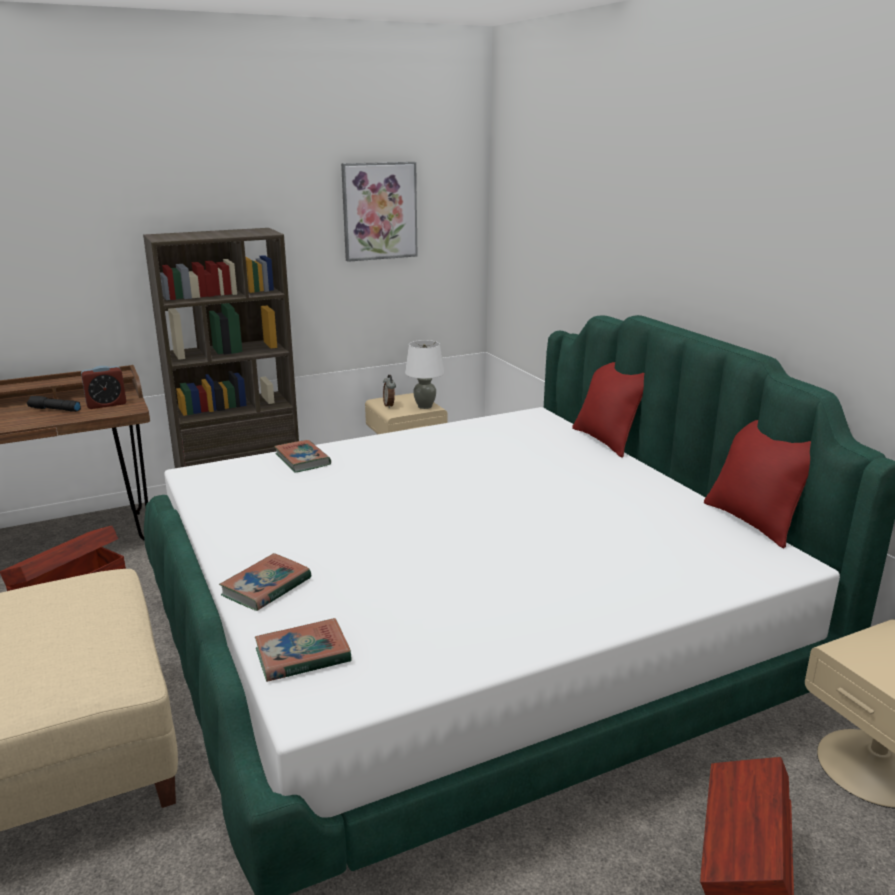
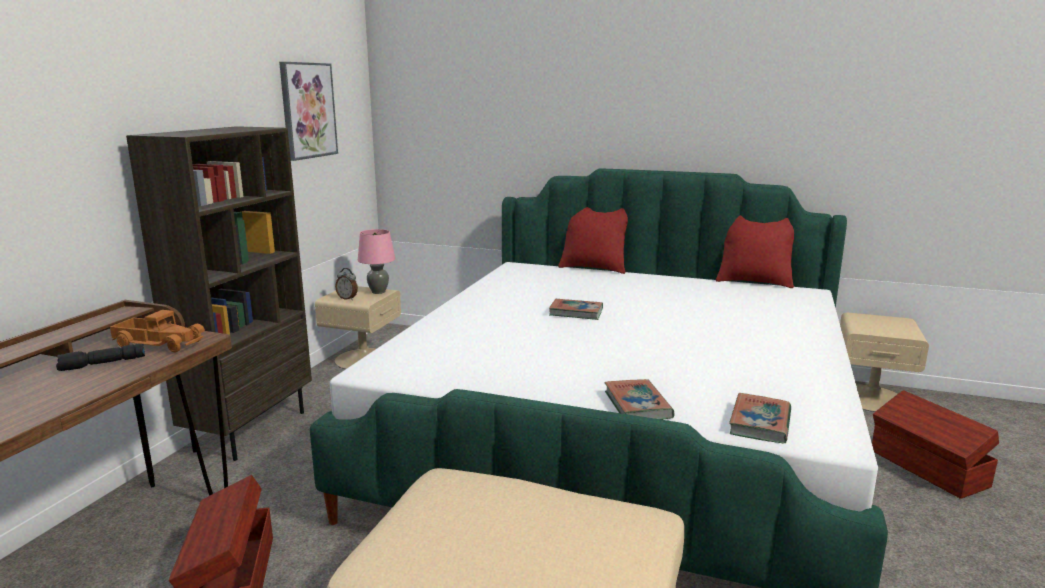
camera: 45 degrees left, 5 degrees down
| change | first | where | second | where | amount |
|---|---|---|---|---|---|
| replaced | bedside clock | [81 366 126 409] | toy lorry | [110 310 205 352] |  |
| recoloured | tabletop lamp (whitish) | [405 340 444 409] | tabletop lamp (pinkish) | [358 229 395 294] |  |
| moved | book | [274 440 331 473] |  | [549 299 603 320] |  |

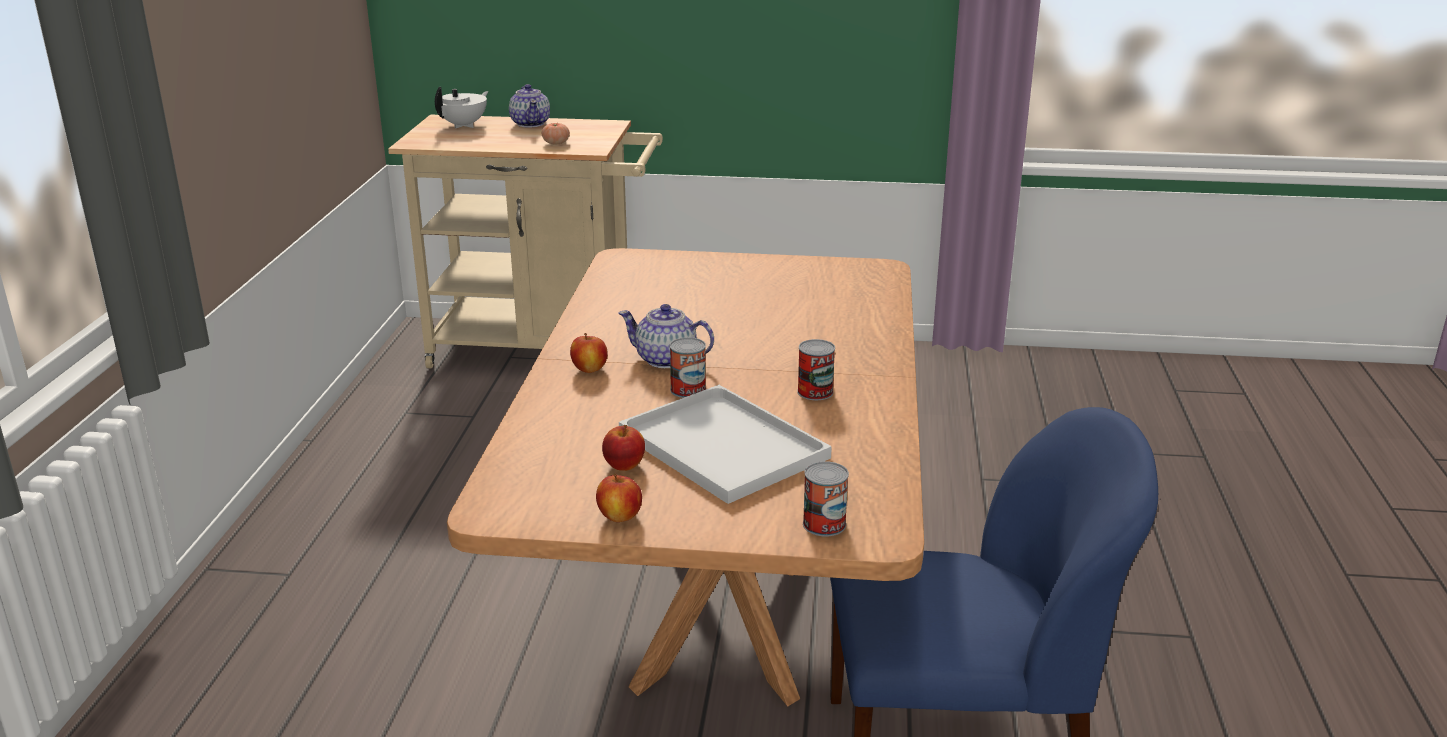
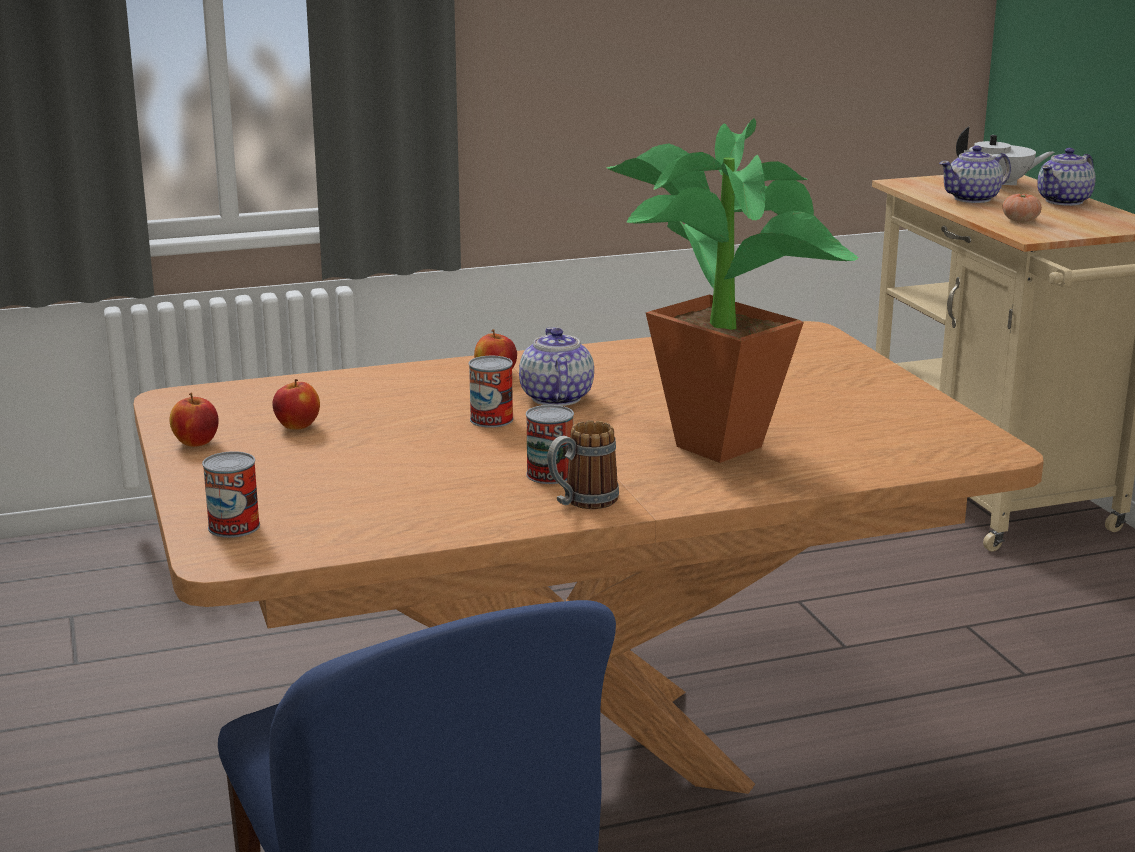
camera: 65 degrees right, 5 degrees down
| change | first | where | second | where | amount |
|---|---|---|---|---|---|
| added |  |  | coffee mug | [547 420 619 509] |  |
| added |  |  | houseplant | [606 118 858 463] |  |
| added |  |  | tea pot | [939 146 1011 203] |  |
| removed | carrying tray (whitish) | [619 385 832 504] |  |  |  |

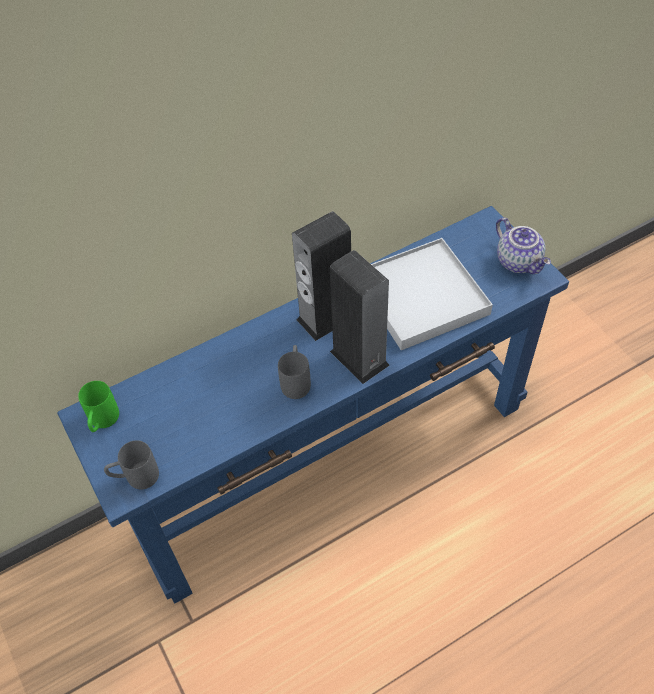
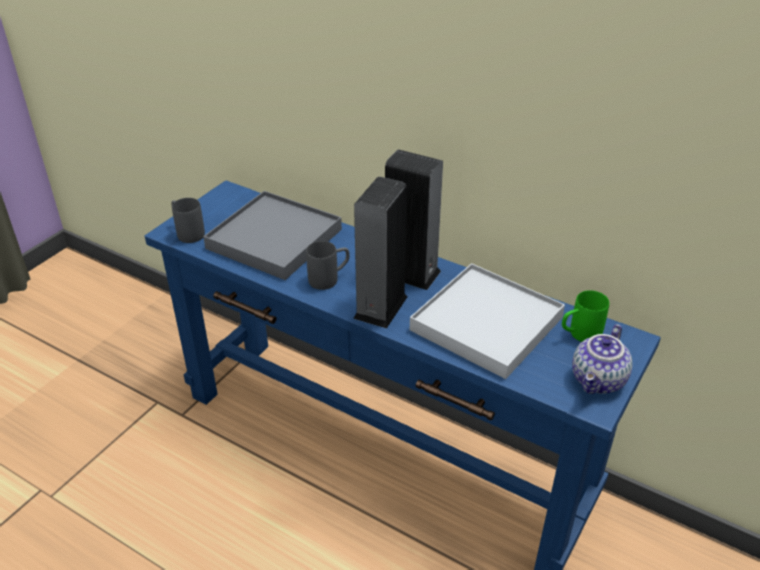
camera: 60 degrees right, 15 degrees down
| change | first | where | second | where | amount |
|---|---|---|---|---|---|
| added |  |  | carrying tray (grey) | [203 191 342 280] |  |
| moved | coffee mug (green) | [78 381 119 432] |  | [562 290 609 342] |  |

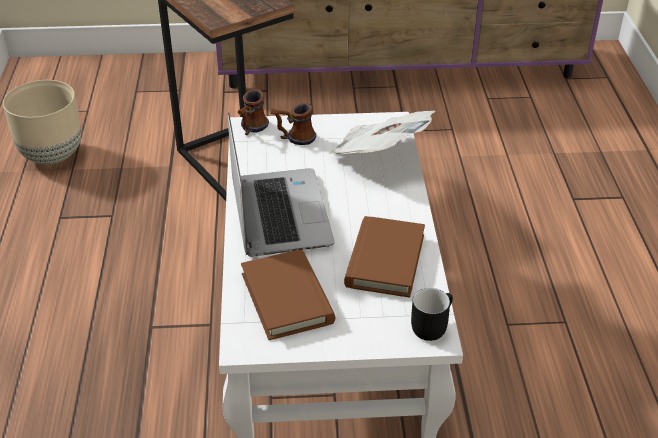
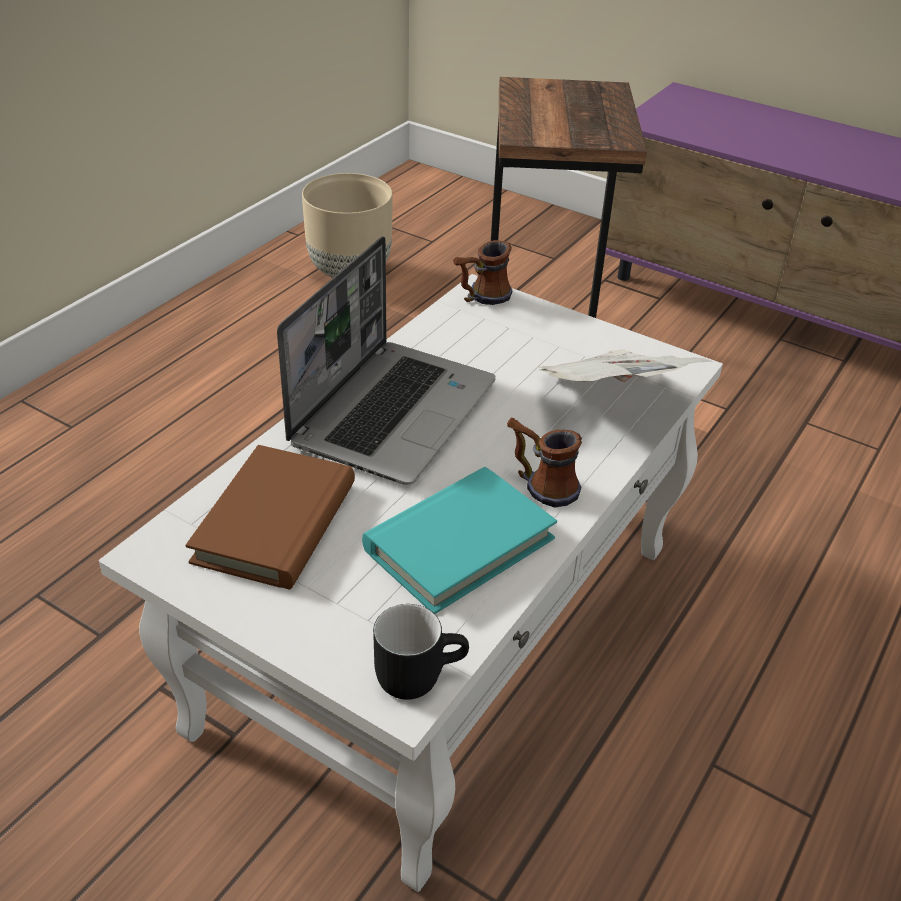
camera: 35 degrees right, 0 degrees up
| change | first | where | second | where | amount |
|---|---|---|---|---|---|
| recoloured | book (brownish) | [344 216 425 298] | book (turquoise-coloured) | [362 467 557 614] |  |
| moved | coffee mug | [271 103 316 145] |  | [507 418 582 508] |  |

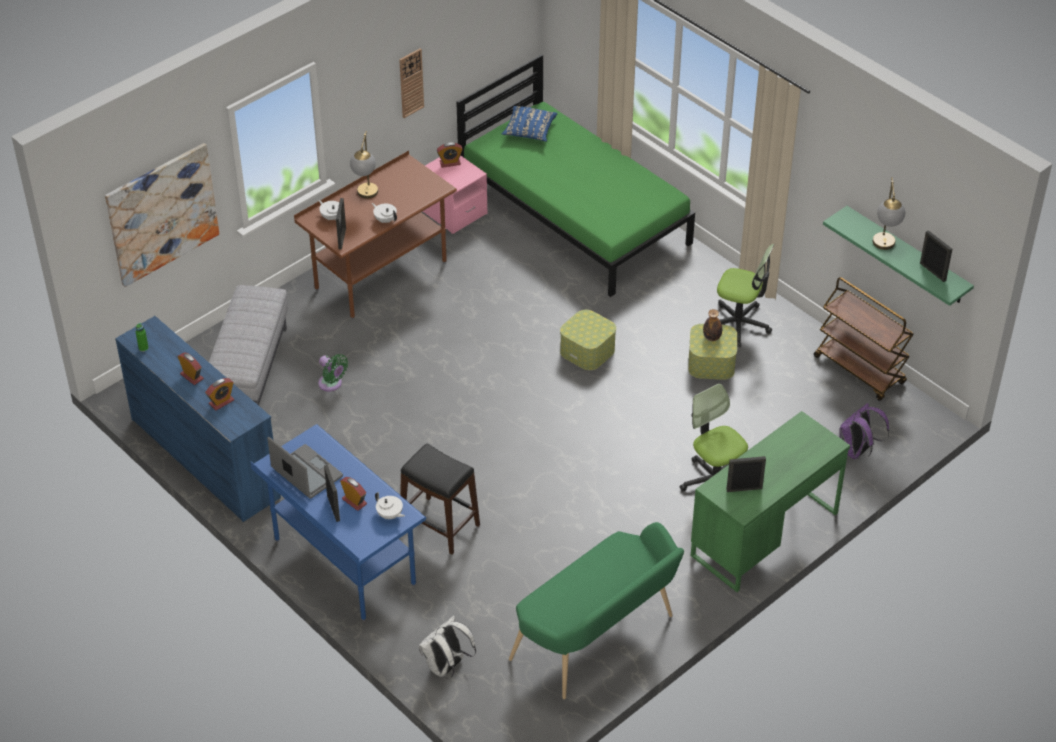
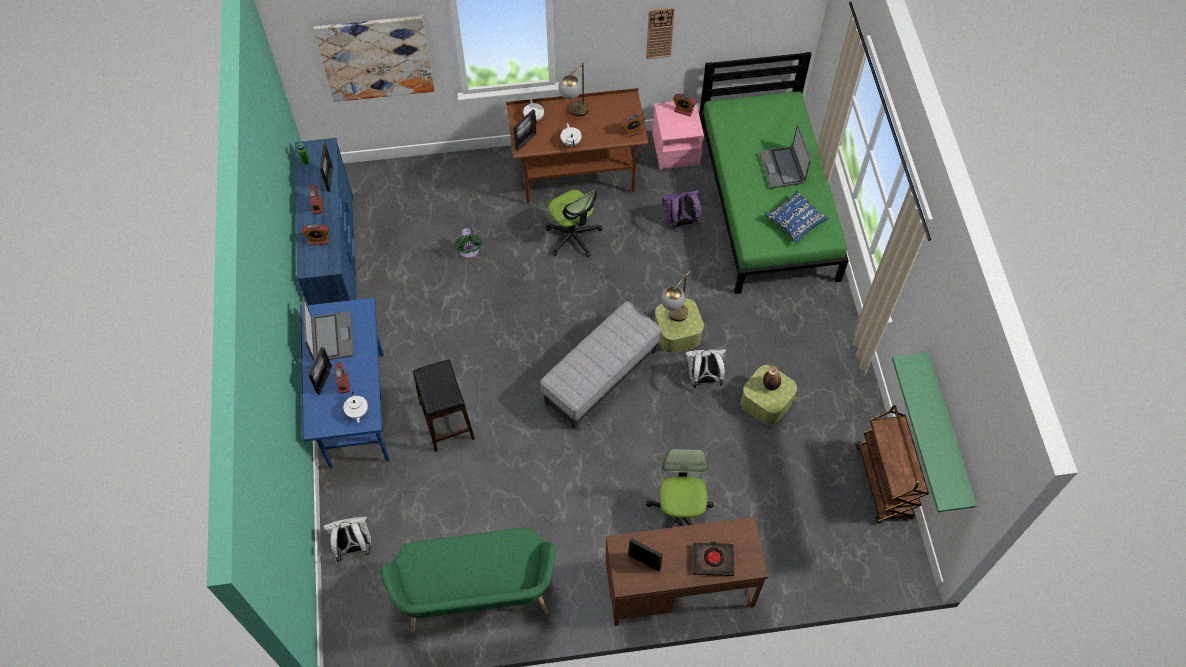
camera: 35 degrees right, 15 degrees up
| change | first | where | second | where | amount |
|---|---|---|---|---|---|
| moved | photo frame | [920 230 952 282] |  | [320 145 333 192] |  |
| moved | footrest (grey) | [209 285 288 405] |  | [541 301 662 429] |  |
| moved | desk chair | [717 244 774 348] |  | [546 189 603 257] |  |
| recoloured | desk unit (green) | [691 411 850 592] | desk unit (brownish) | [605 517 768 626] |  |
| added |  |  | bedside clock | [621 114 645 138] |  |
| moved | tabletop lamp | [873 177 905 250] |  | [661 271 690 322] |  |
| moved | knapsack (purplish) | [839 403 889 459] |  | [662 190 701 230] |  |
| added |  |  | knapsack (whitish) | [685 349 726 388] |  |
| added |  |  | book (black-coloured) | [693 542 734 576] |  |
| added |  |  | laptop | [759 125 811 188] |  |
| moved | pillow (bluish) | [502 106 557 142] |  | [765 191 829 243] |  |

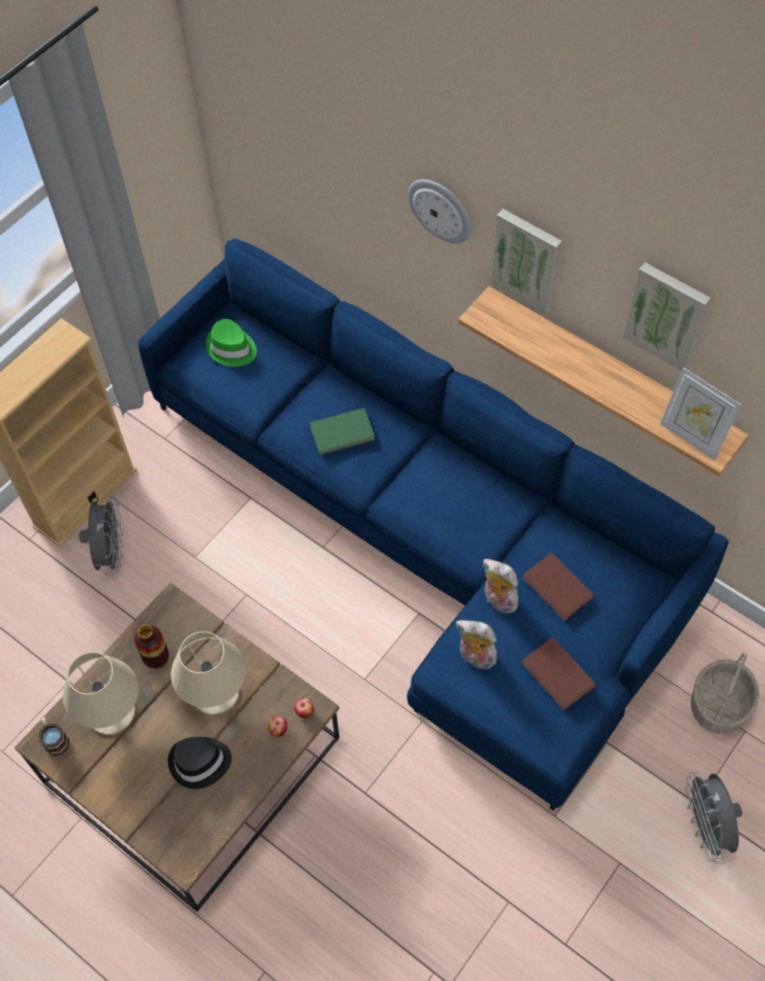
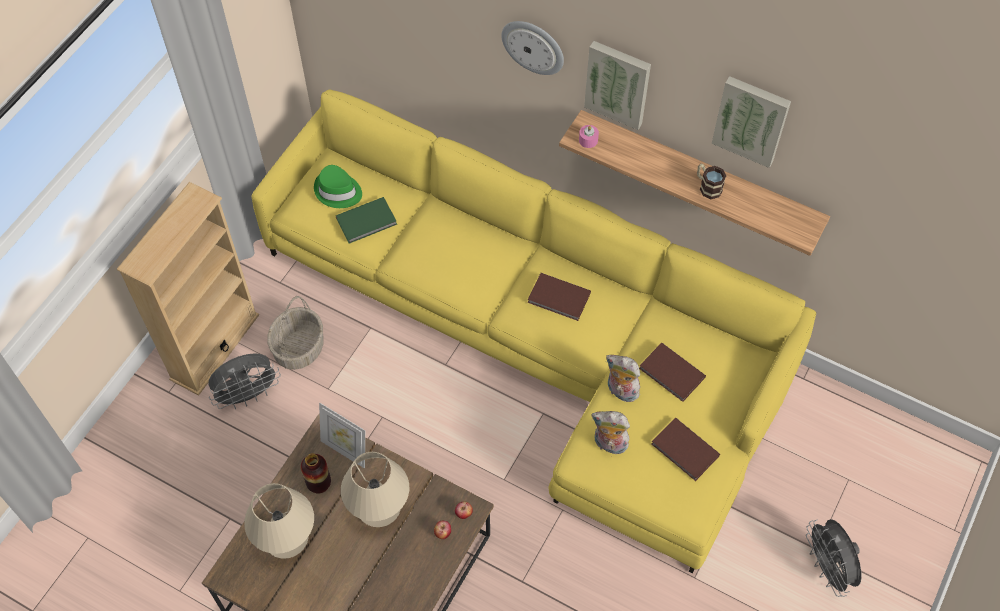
camera: 10 degrees left, 0 degrees up
| change | first | where | second | where | amount |
|---|---|---|---|---|---|
| turned | cooling fan (grey) | [79 495 123 574] |  | [208 353 281 409] | 75 degrees clockwise |
| recoloured | couch (bluish) | [138 239 729 811] | couch (yellow) | [252 89 816 573] |  |
| moved | basket | [691 653 759 734] |  | [267 296 323 370] |  |
| moved | photo frame | [660 367 741 460] |  | [319 402 365 469] |  |
| moved | book (green) | [309 408 375 455] |  | [336 197 397 243] |  |
| added |  |  | book (brownish) | [528 273 591 321] |  |
| added |  |  | wax light (pinkish) | [579 125 599 148] |  |
| moved | coffee mug | [39 717 69 756] |  | [697 163 726 199] |  |
| removed | clothing hat (black-coloured) | [168 737 232 789] |  |  |  |

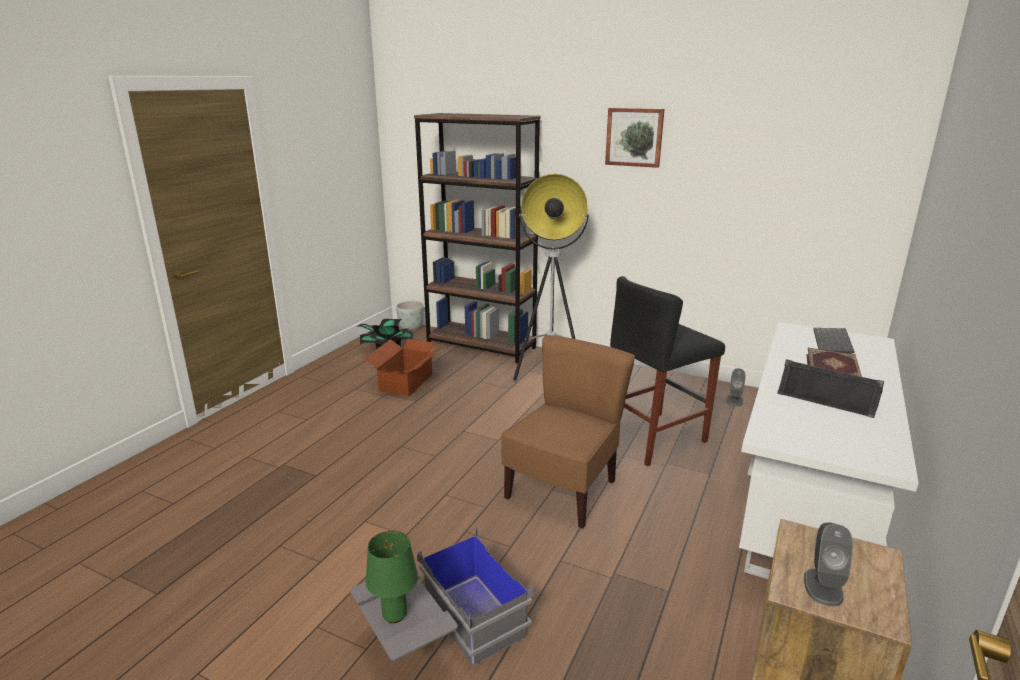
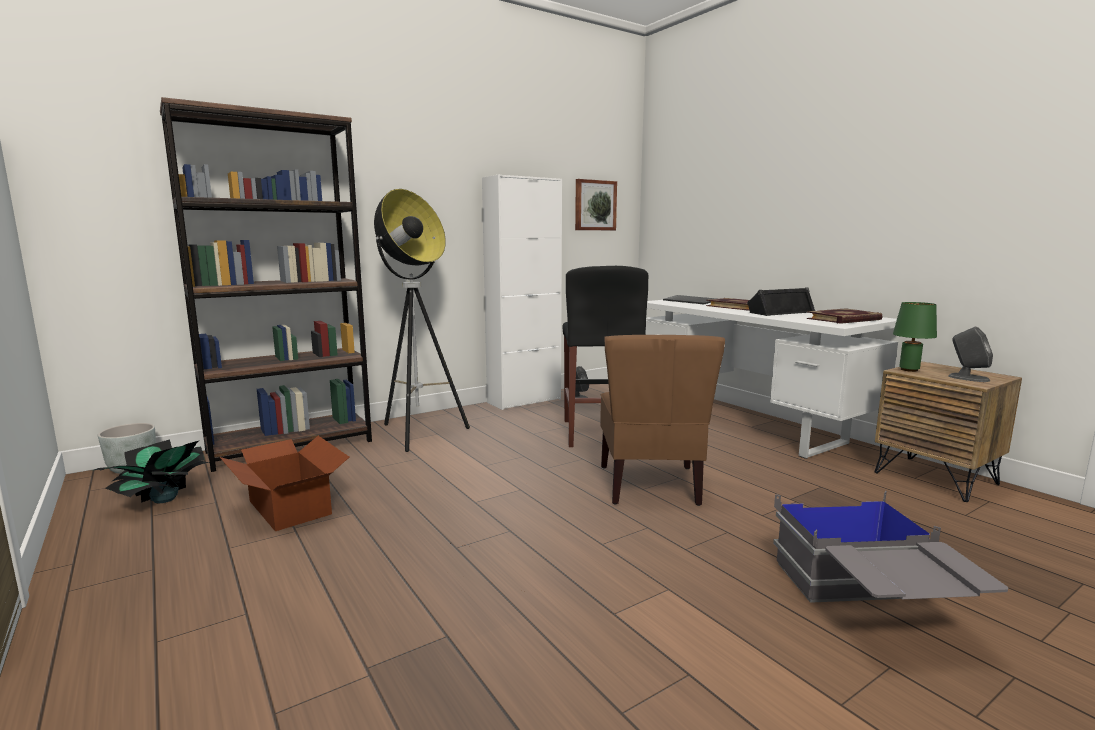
camera: 60 degrees left, 10 degrees down
| change | first | where | second | where | amount |
|---|---|---|---|---|---|
| added |  |  | cabinet (whitish) | [482 175 562 410] |  |
| moved | picture | [605 108 664 168] |  | [575 179 617 230] |  |
| turned | upright chair (brownish) | [501 335 635 528] |  | [600 335 725 506] | 150 degrees counterclockwise |
| added |  |  | book | [807 308 883 324] |  |
| moved | tabletop lamp (green) | [366 531 418 623] |  | [893 302 937 372] |  |

